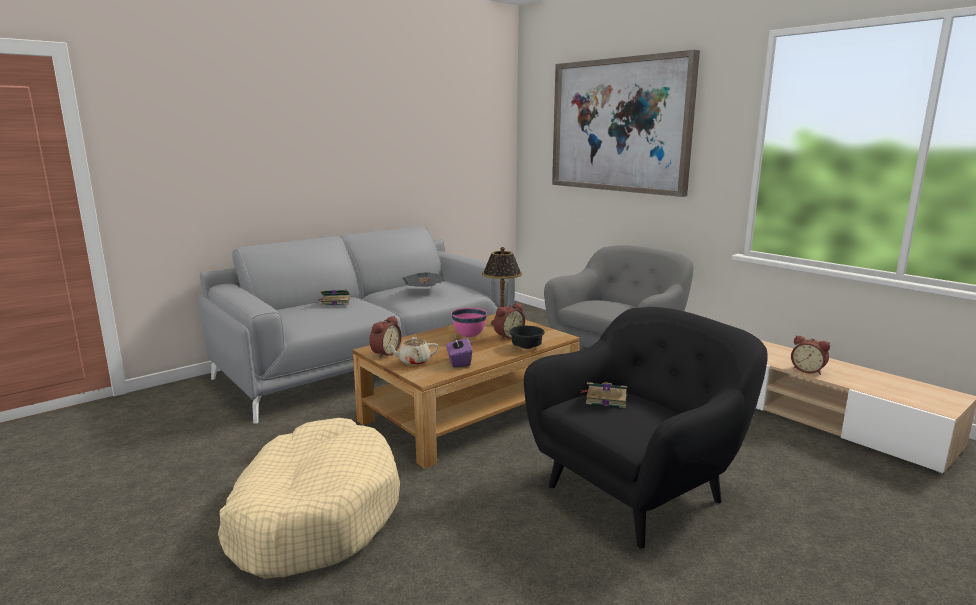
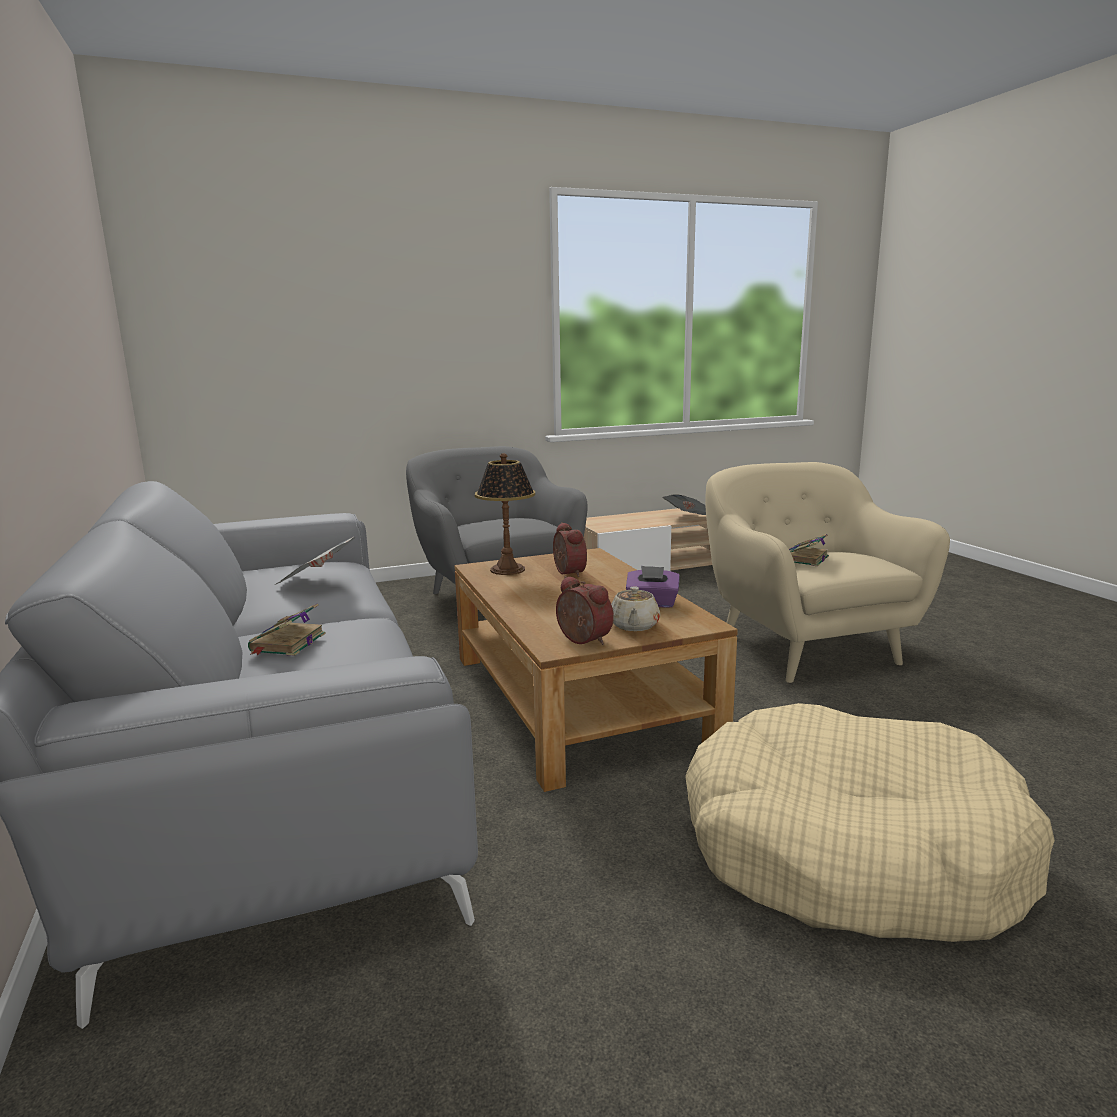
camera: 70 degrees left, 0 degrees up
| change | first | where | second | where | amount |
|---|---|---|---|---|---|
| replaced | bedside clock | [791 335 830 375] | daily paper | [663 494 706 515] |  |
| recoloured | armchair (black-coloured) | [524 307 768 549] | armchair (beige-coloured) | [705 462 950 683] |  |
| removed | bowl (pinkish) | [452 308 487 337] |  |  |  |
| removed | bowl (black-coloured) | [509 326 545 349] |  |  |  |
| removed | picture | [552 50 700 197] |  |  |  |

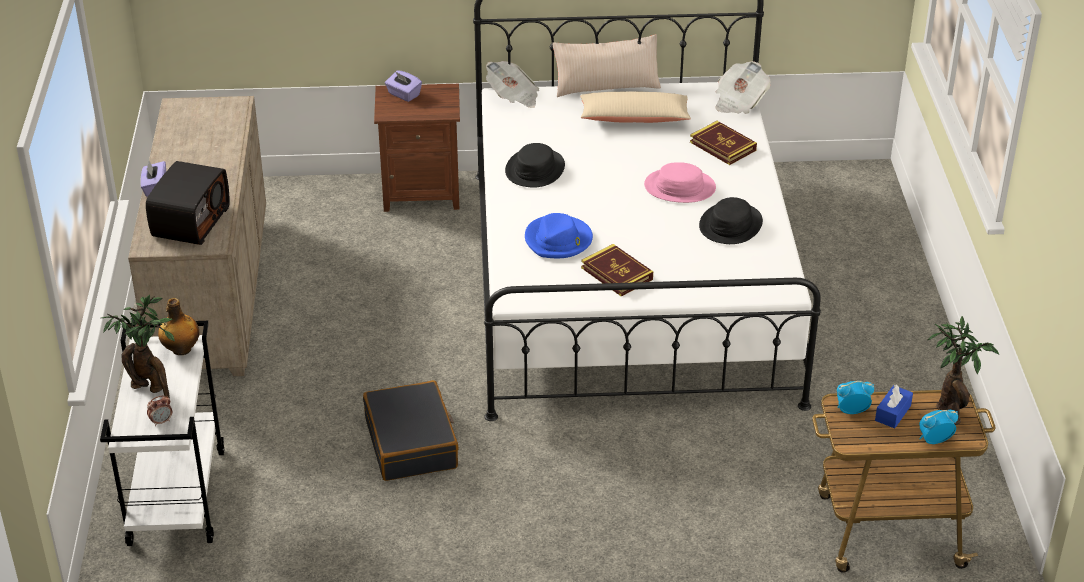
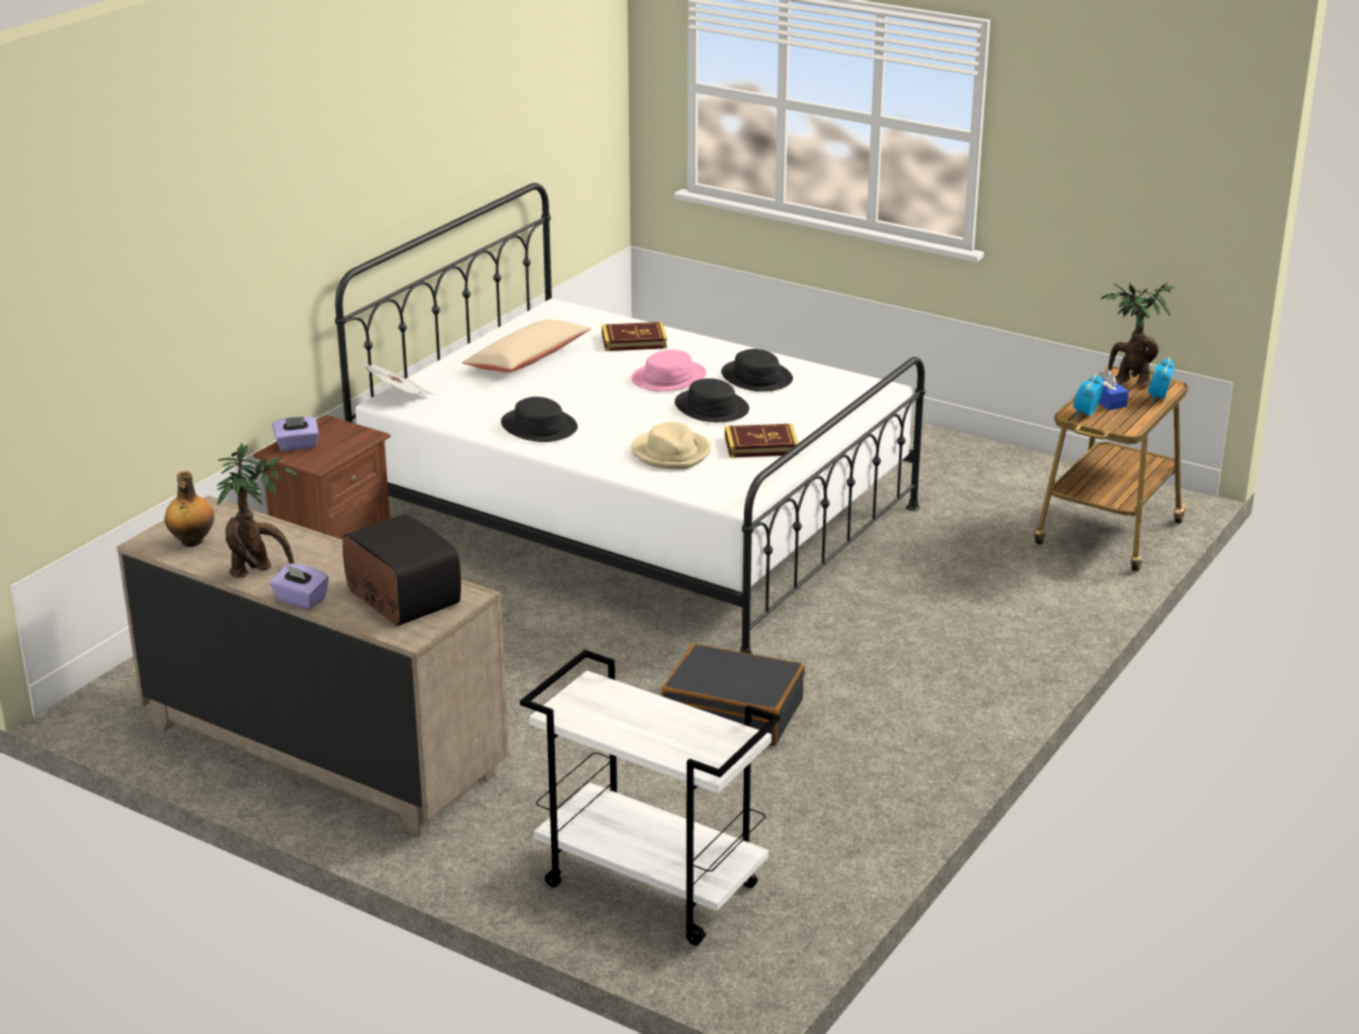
camera: 55 degrees left, 10 degrees down
| change | first | where | second | where | amount |
|---|---|---|---|---|---|
| moved | drink bottle | [158 298 199 355] |  | [165 471 214 547] |  |
| moved | houseplant | [101 295 175 399] |  | [216 442 298 578] |  |
| recoloured | clothing hat (bluish) | [525 213 593 258] | clothing hat (beige-coloured) | [631 422 711 469] |  |
| added |  |  | clothing hat (black-coloured) | [675 378 749 422] |  |
| removed | bedside clock | [147 395 172 426] |  |  |  |
| removed | pillow (beige-coloured) | [552 34 661 97] |  |  |  |
| removed | daily paper | [715 61 771 114] |  |  |  |

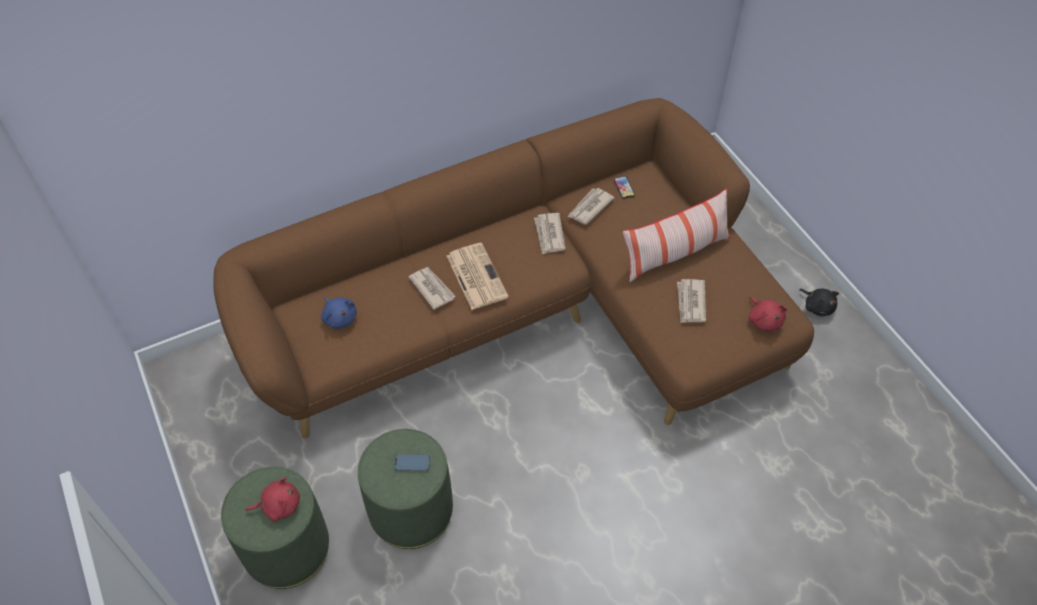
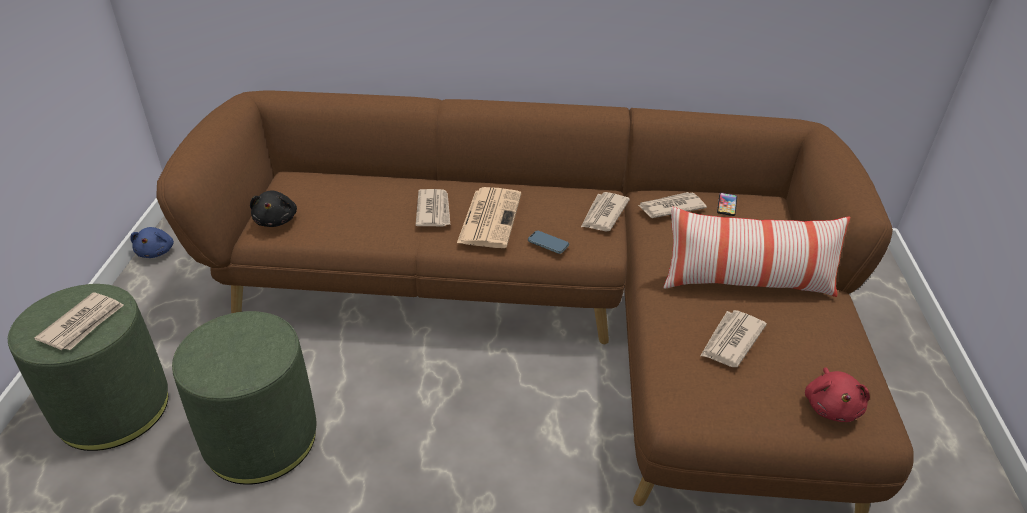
camera: 30 degrees right, 15 degrees down
| change | first | where | second | where | amount |
|---|---|---|---|---|---|
| replaced | cuddly toy (reddish) | [246 477 300 521] | daily paper | [34 292 124 350] |  |
| moved | cuddly toy (bluish) | [321 297 357 329] |  | [130 227 174 258] |  |
| moved | cuddly toy (black-coloured) | [799 288 839 317] |  | [250 190 297 227] |  |
| moved | telephone | [394 454 430 471] |  | [528 230 569 254] |  |

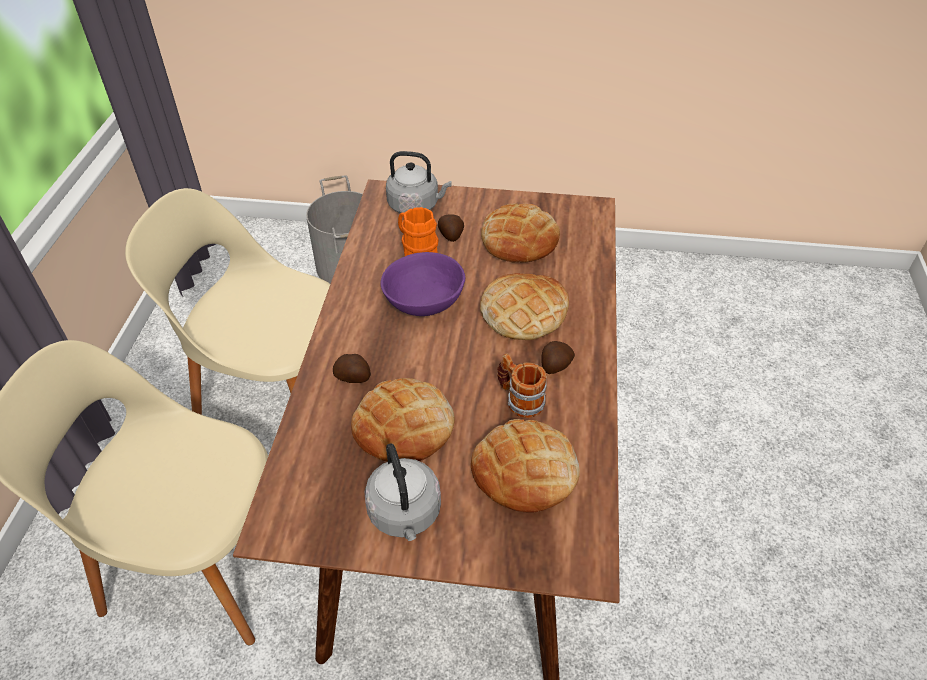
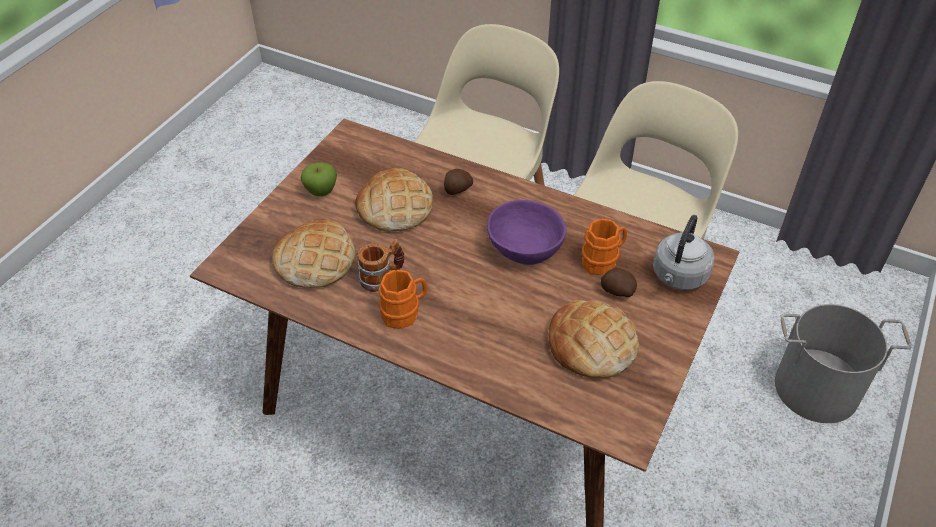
camera: 110 degrees right, 0 degrees up
| change | first | where | second | where | amount |
|---|---|---|---|---|---|
| replaced | water kettle (grey) | [365 443 441 541] | apple fruit | [301 162 337 196] |  |
| replaced | whole potato | [541 341 575 374] | coffee mug (orange-coloured) | [378 270 427 329] |  |
| removed | bakery bread | [480 273 569 340] |  |  |  |

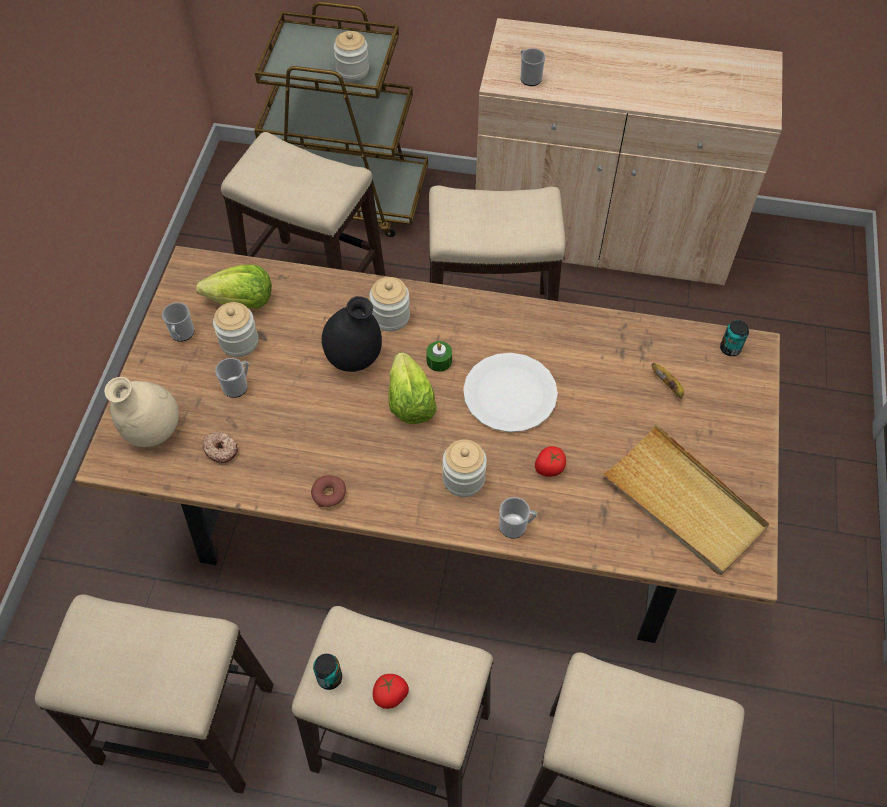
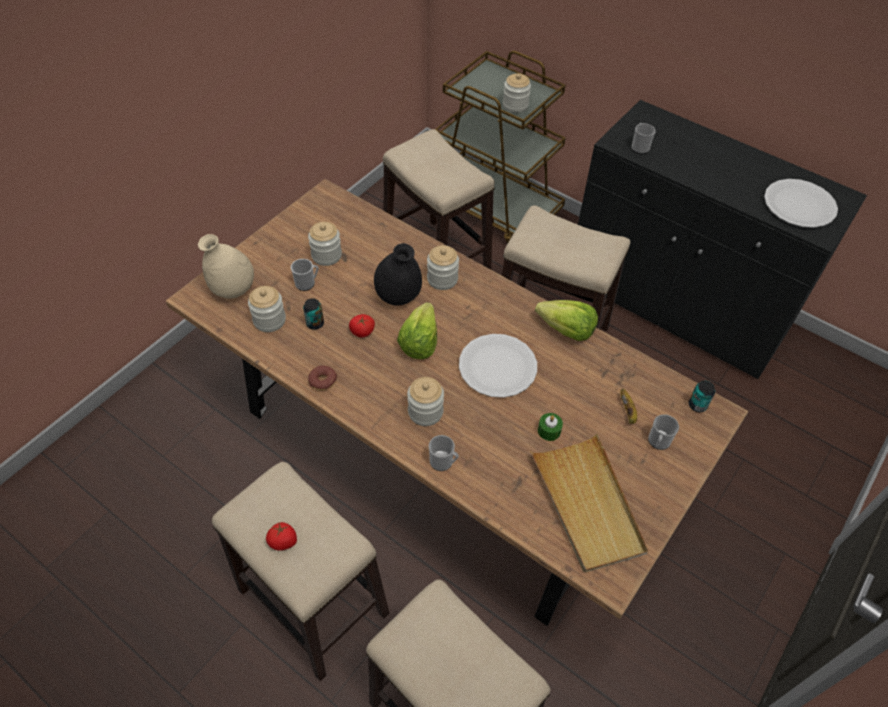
camera: 25 degrees right, 5 degrees down
| change | first | where | second | where | amount |
|---|---|---|---|---|---|
| replaced | ring doughnut | [202 431 238 463] | preserve jar | [248 286 286 332] |  |
| moved | sealed can | [313 654 342 690] |  | [303 298 324 330] |  |
| moved | fresh tomato | [535 446 566 477] |  | [349 314 375 337] |  |
| moved | head of lettuce | [196 265 272 308] |  | [535 300 598 341] |  |
| moved | wax light (green) | [426 341 452 372] |  | [538 413 563 441] |  |
| recoloured | cabinet (beige-coloured) | [476 18 783 285] | cabinet (black-coloured) | [578 100 867 379] |  |
| moved | coffee mug | [162 302 194 342] |  | [648 414 679 450] |  |
| added |  |  | plate (whitish) | [764 179 838 228] |  |
| removed | stool seat | [35 594 274 793] |  |  |  |

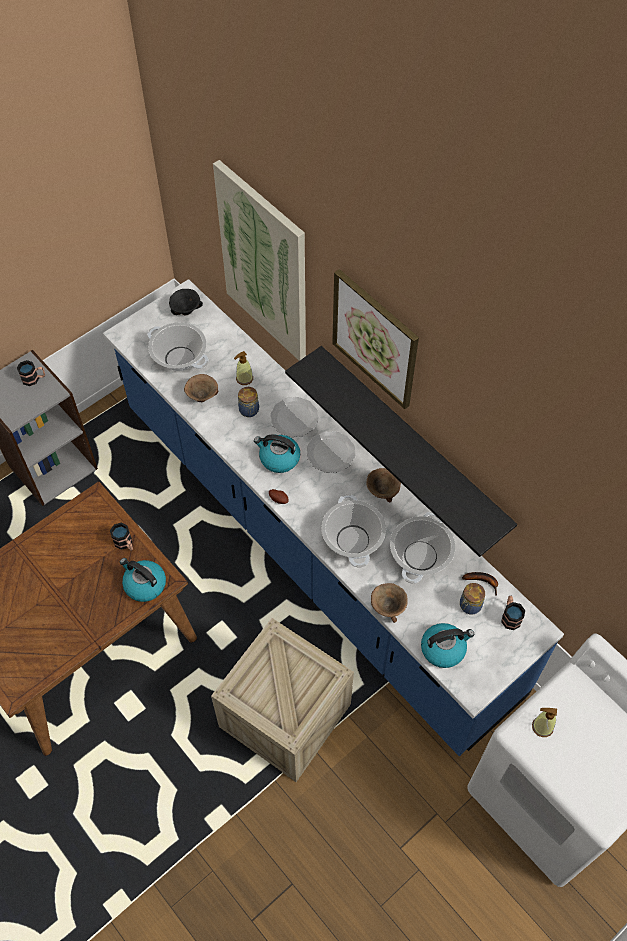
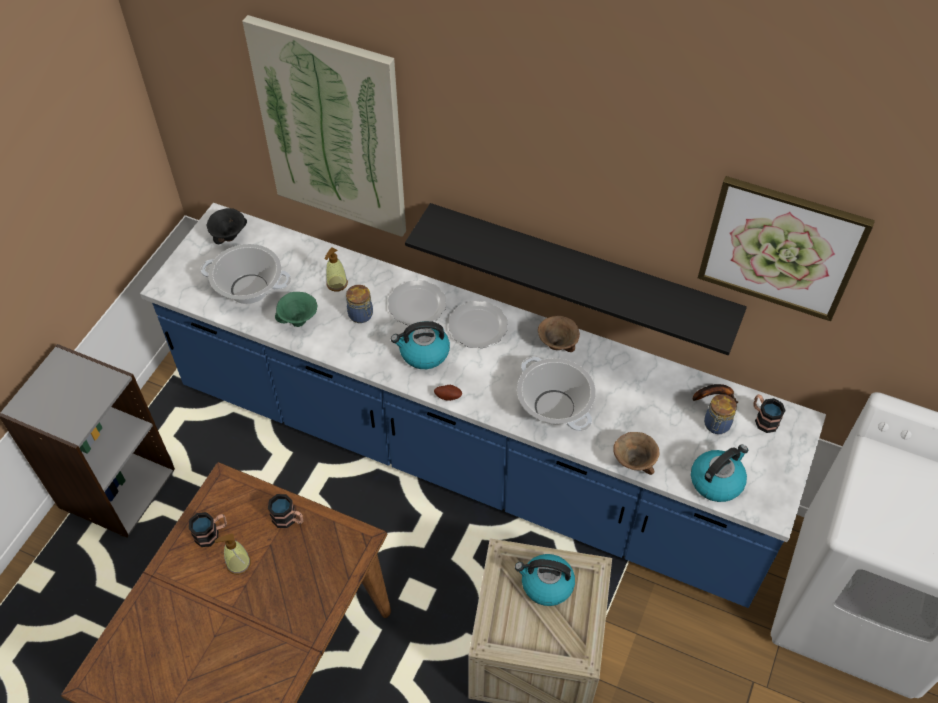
camera: 25 degrees left, 5 degrees down
| change | first | where | second | where | amount |
|---|---|---|---|---|---|
| moved | coffee mug | [17 360 45 386] |  | [189 512 227 547] |  |
| moved | soap bottle | [532 708 557 737] |  | [215 534 251 575] |  |
| recoloured | bowl (brownish) | [184 374 218 402] | bowl (green) | [275 292 318 327] |  |
| moved | water kettle | [120 558 166 602] |  | [515 554 575 606] |  |
| moved | picture | [332 269 419 409] |  | [698 176 875 321] |  |
| removed | saucepot | [390 512 455 584] |  |  |  |

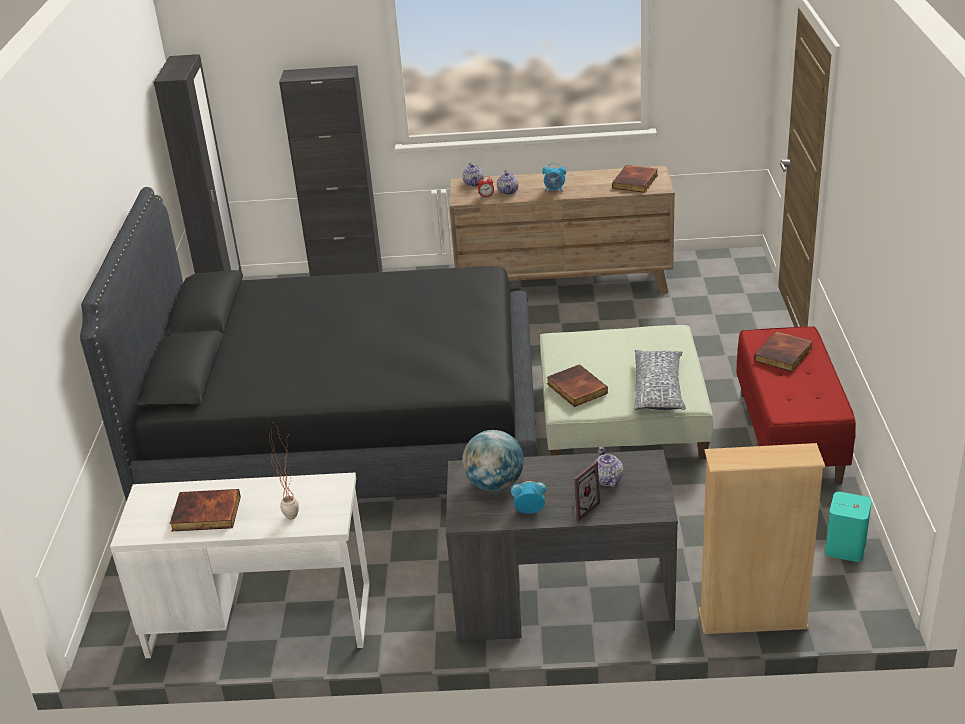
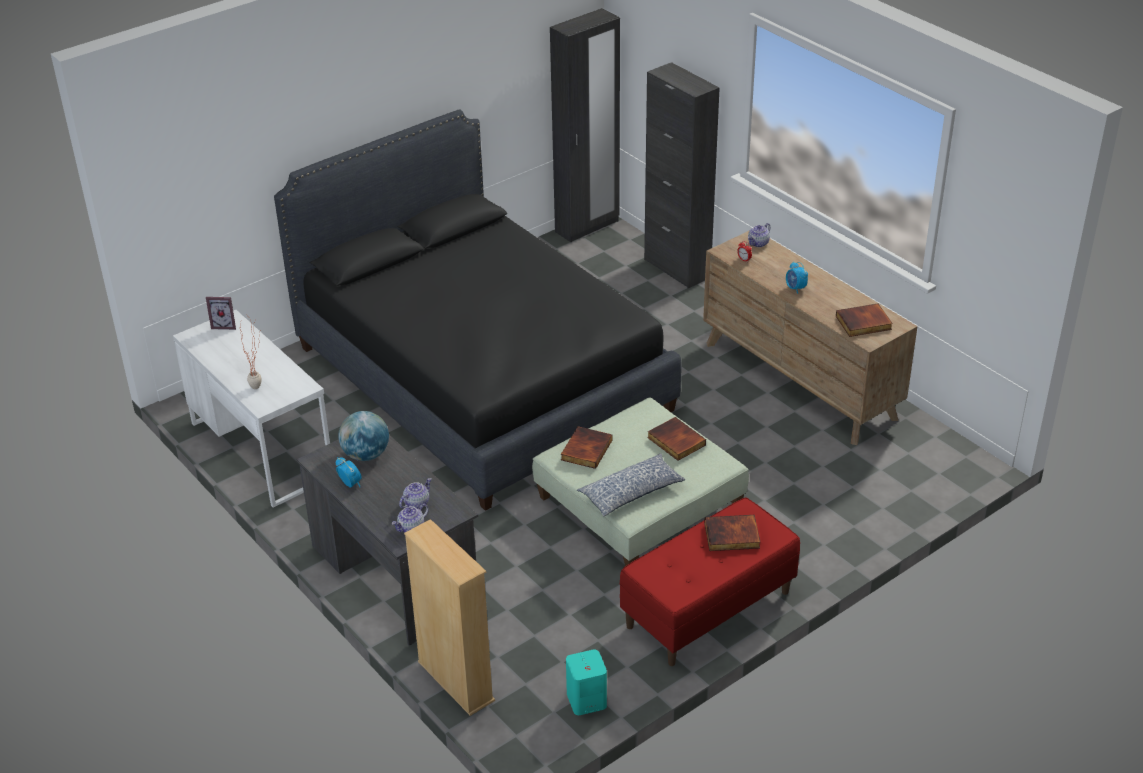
camera: 50 degrees right, 5 degrees up
| change | first | where | second | where | amount |
|---|---|---|---|---|---|
| moved | photo frame | [573 461 600 521] |  | [206 297 236 330] |  |
| moved | tea pot | [497 170 519 195] |  | [392 504 429 532] |  |
| moved | book | [170 489 241 531] |  | [647 417 706 461] |  |

